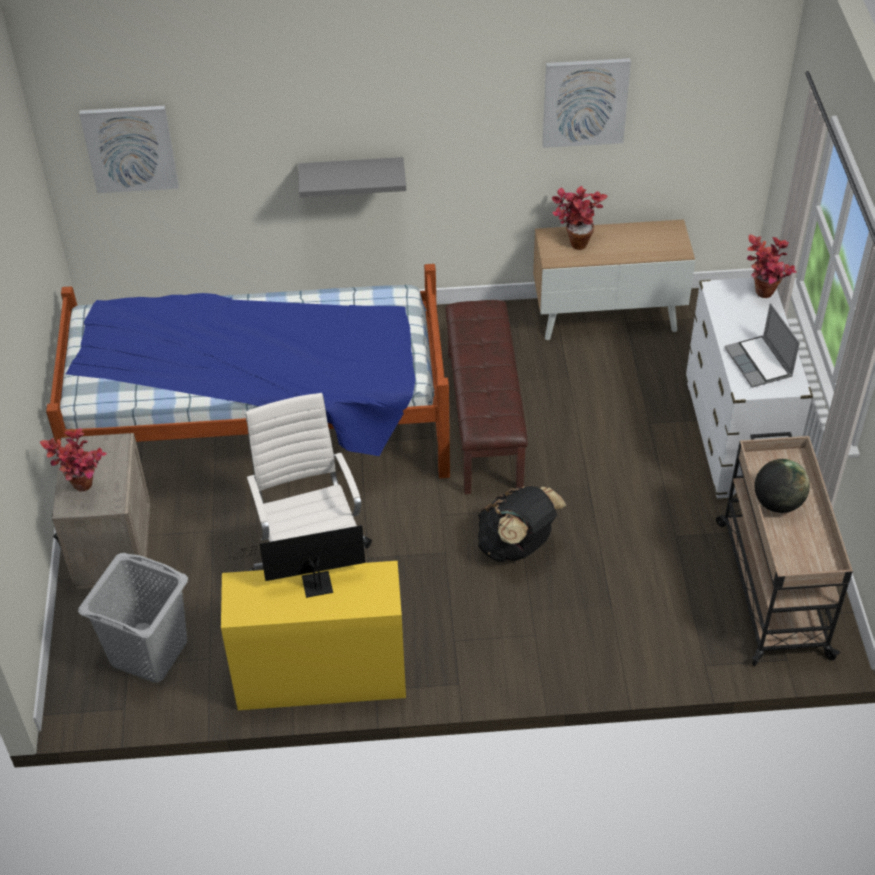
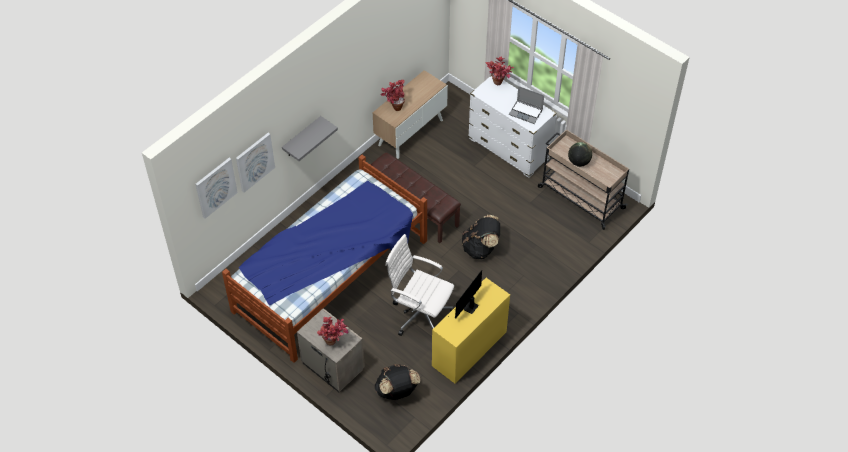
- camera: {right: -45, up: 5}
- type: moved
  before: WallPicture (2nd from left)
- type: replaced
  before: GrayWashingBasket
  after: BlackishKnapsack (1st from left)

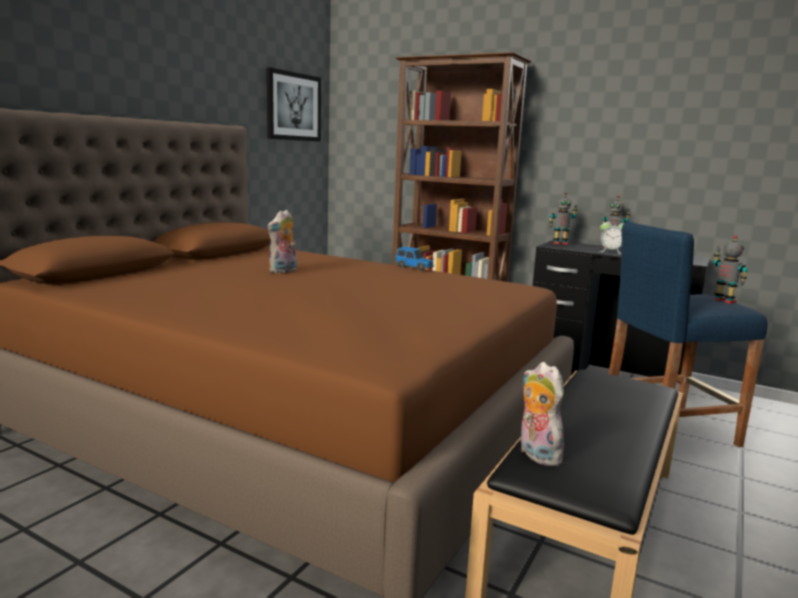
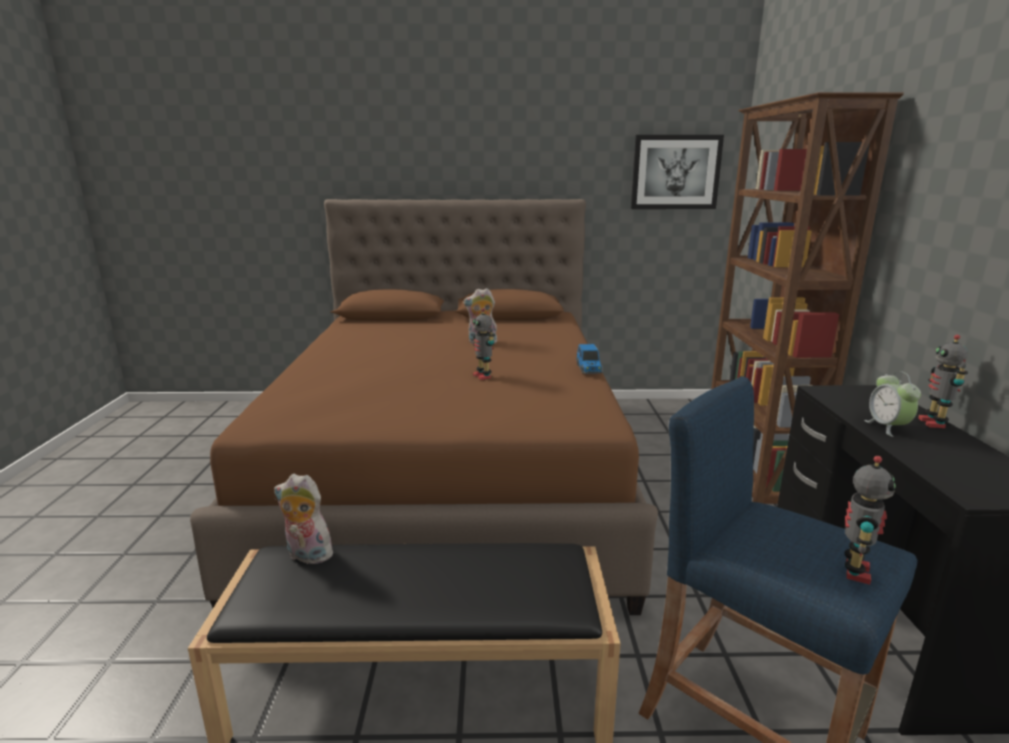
- camera: {right: 60, up: 5}
- type: turned
  before: CuddlyToy (2nd from left in the first image)
  turn: -105
- type: moved
  before: ToyRobot (1st from left)

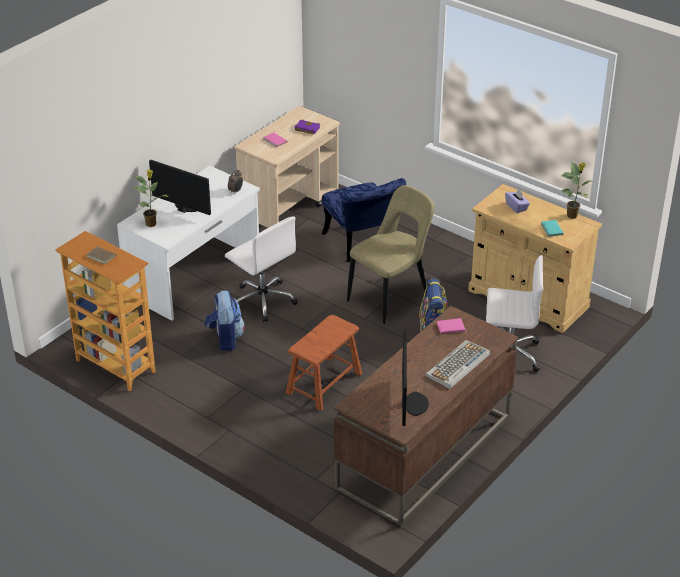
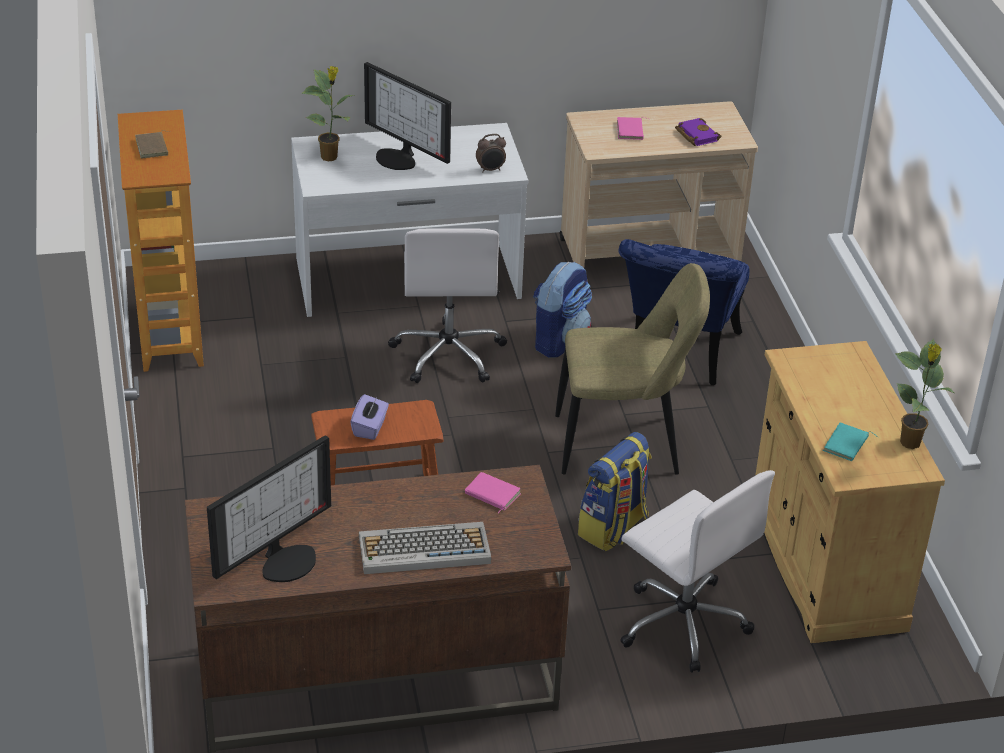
- camera: {right: 40, up: 0}
- type: moved
  before: PurpleBoxOfTissues
- type: turned
  before: ComputerDisplay (1st from left in the first image)
  turn: 150
- type: moved
  before: Knapsack (1st from left)

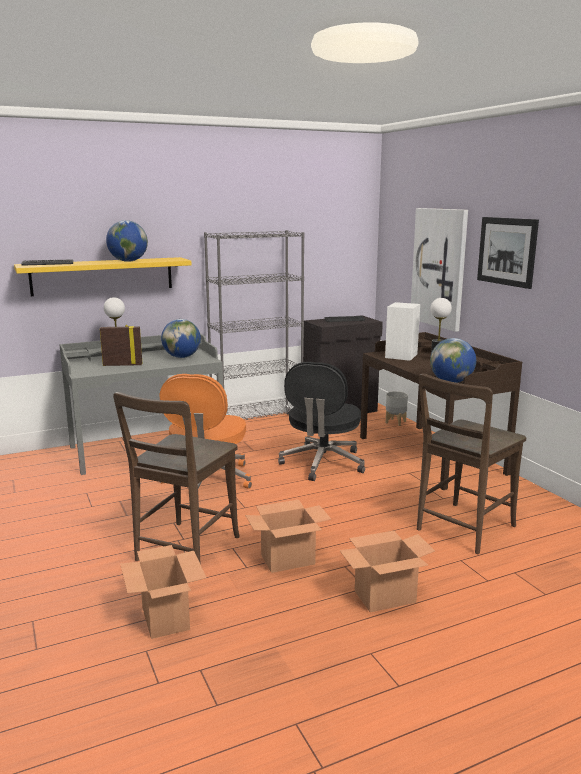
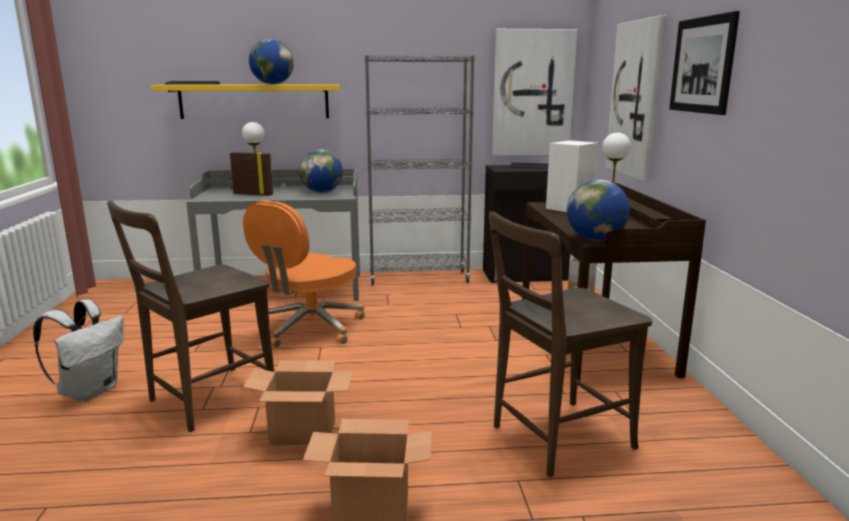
- camera: {right: 20, up: 0}
- type: added
  after: WhiteColouredKnapsack
- type: added
  after: WallPicture (1st from left)
- type: removed
  before: PackingBox (1st from left)
- type: removed
  before: BlackishComputerChair

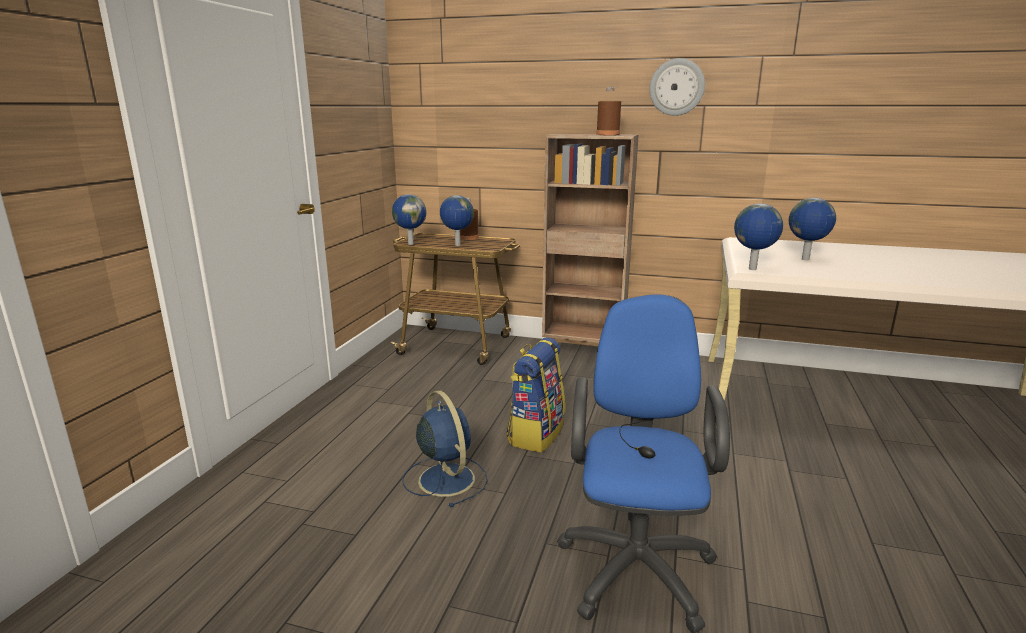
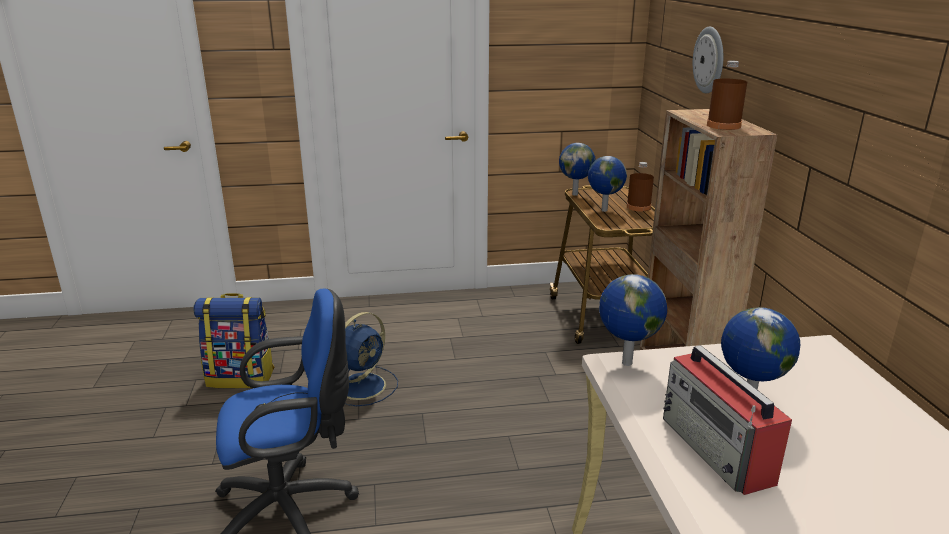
- camera: {right: 65, up: 5}
- type: moved
  before: Knapsack
- type: added
  after: Radio
- type: moved
  before: ClockOnTheWall

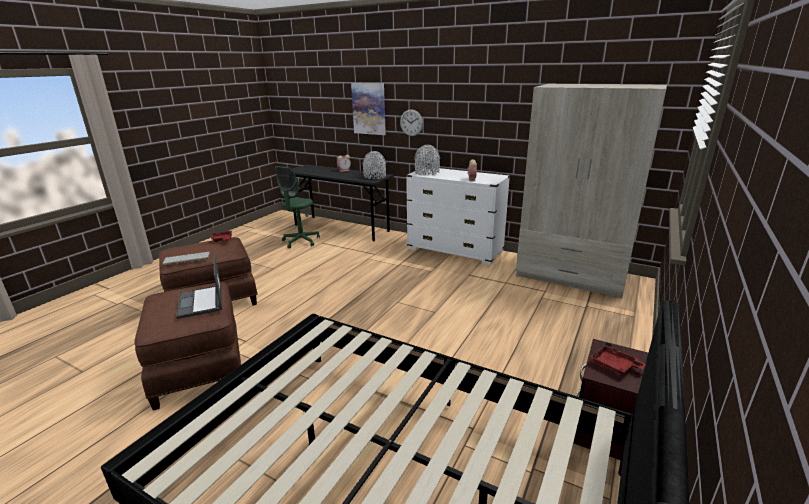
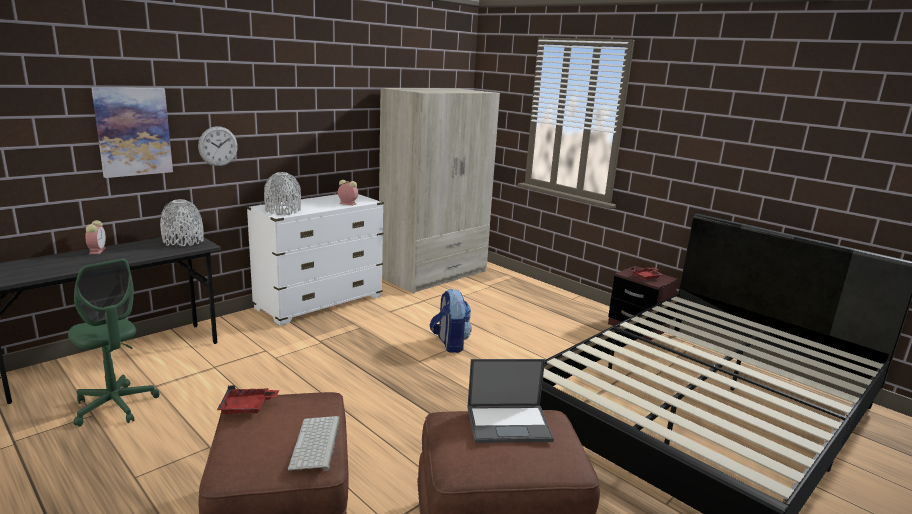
- camera: {right: -75, up: -5}
- type: added
  after: Knapsack

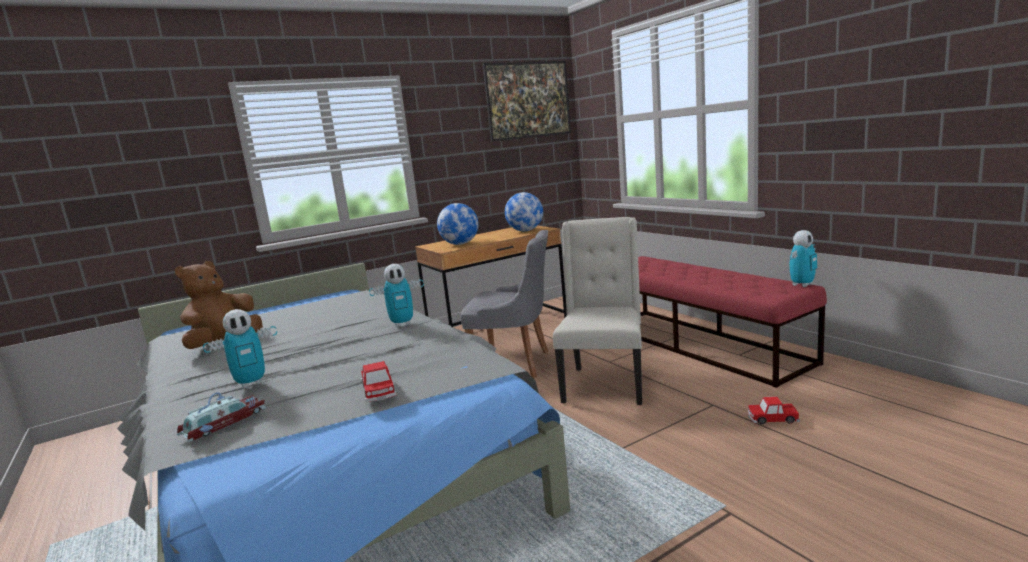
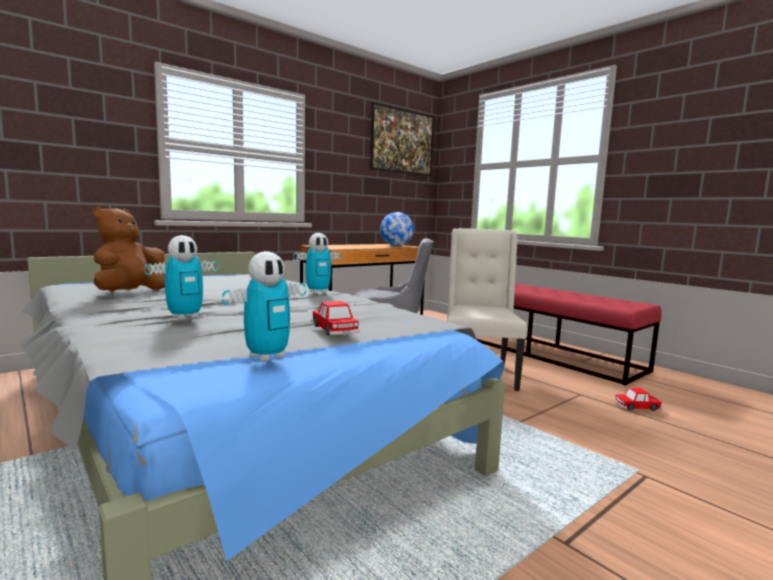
- camera: {right: -10, up: -5}
- type: moved
  before: ToyRobot (3rd from left in the first image)
  after: ToyRobot (2nd from left)
- type: removed
  before: ToyCar (1st from left)
- type: removed
  before: Globe (1st from left)

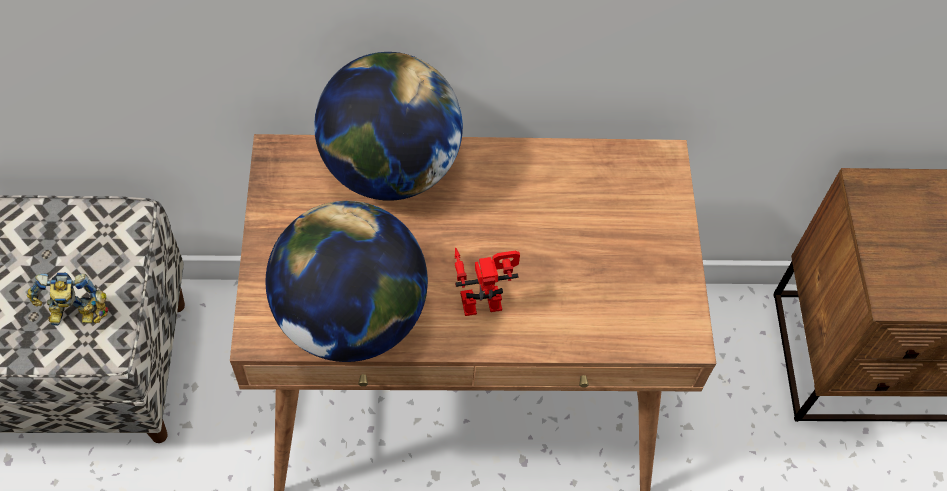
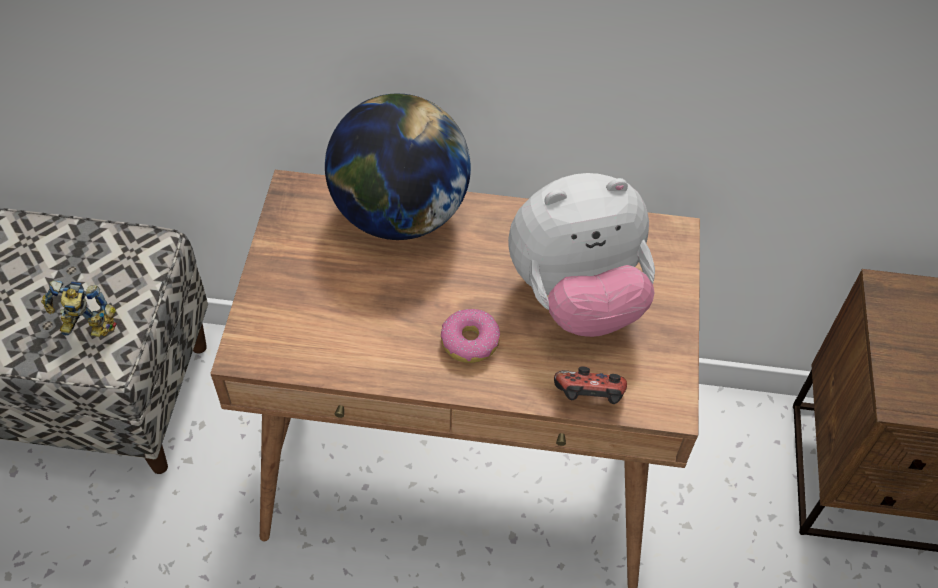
- camera: {right: 10, up: -5}
- type: replaced
  before: ToyRobot (2nd from left)
  after: RingDoughnut
- type: added
  after: CuddlyToy
- type: added
  after: GameController
- type: removed
  before: Globe (1st from left)

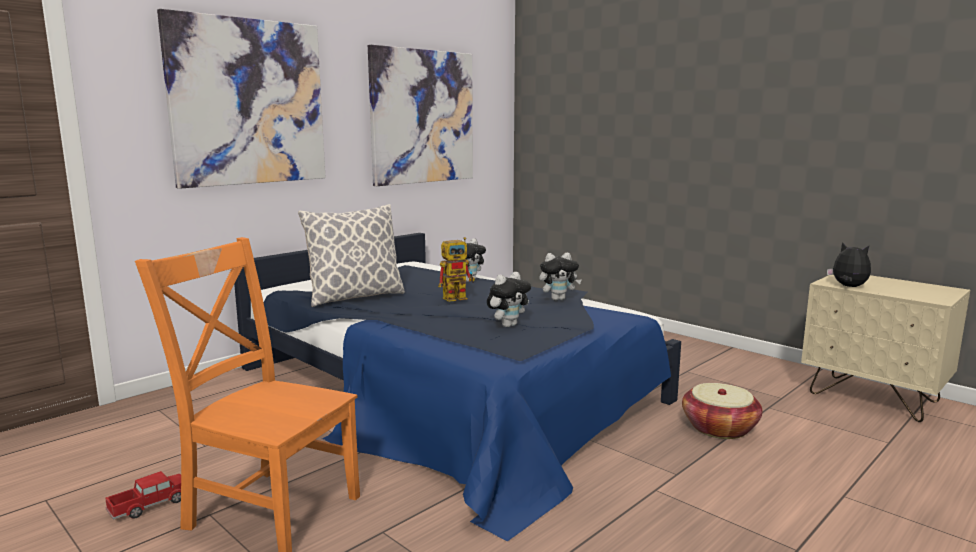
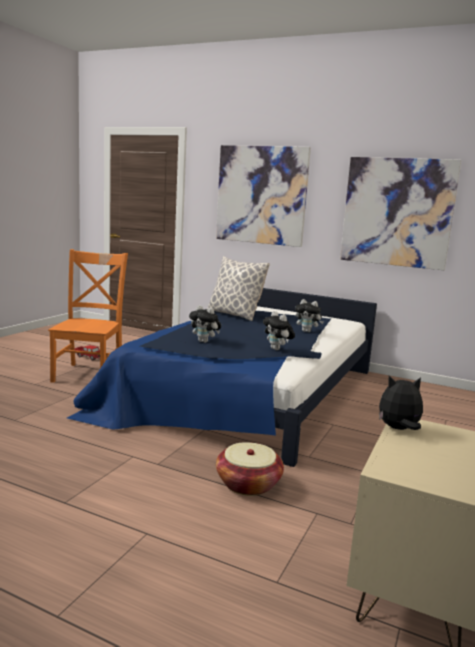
- camera: {right: 70, up: 0}
- type: turned
  before: CuddlyToy (4th from left)
  turn: -120
- type: removed
  before: ToyRobot

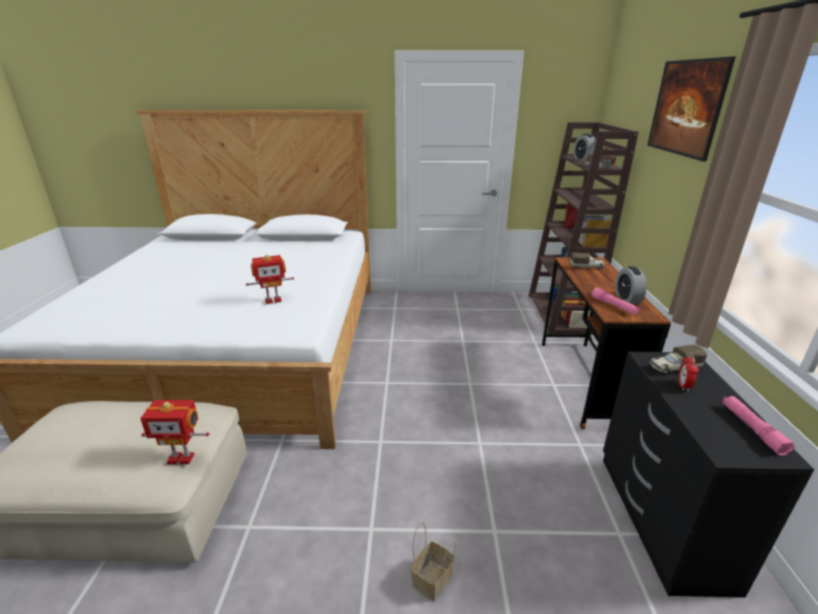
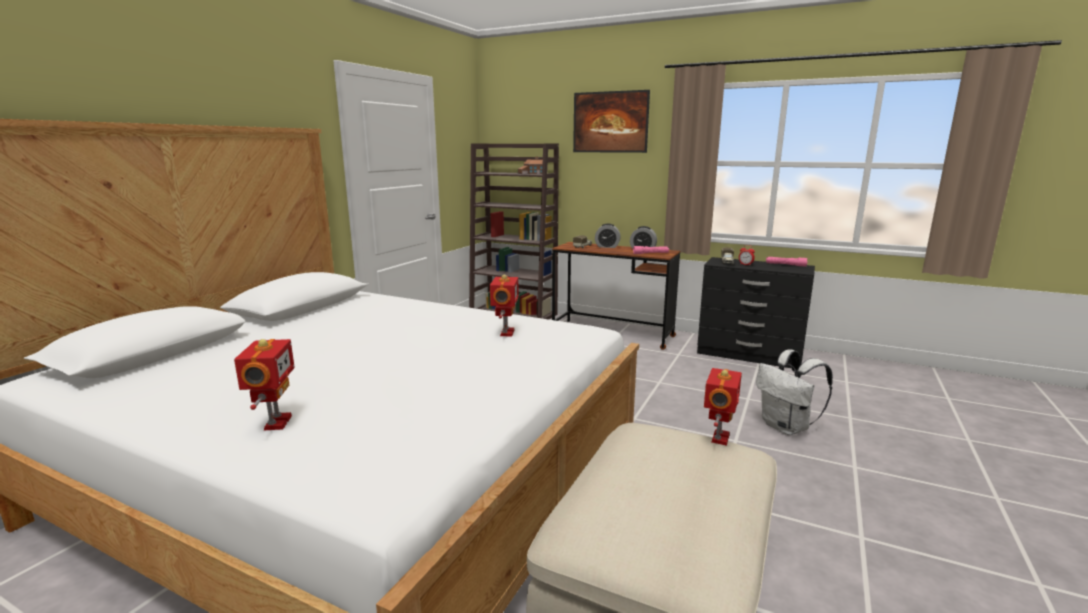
- camera: {right: -65, up: -10}
- type: added
  after: ToyRobot (1st from left)
- type: moved
  before: BedsideClock (1st from left)
- type: replaced
  before: HouseholdBasket
  after: WhiteColouredKnapsack

